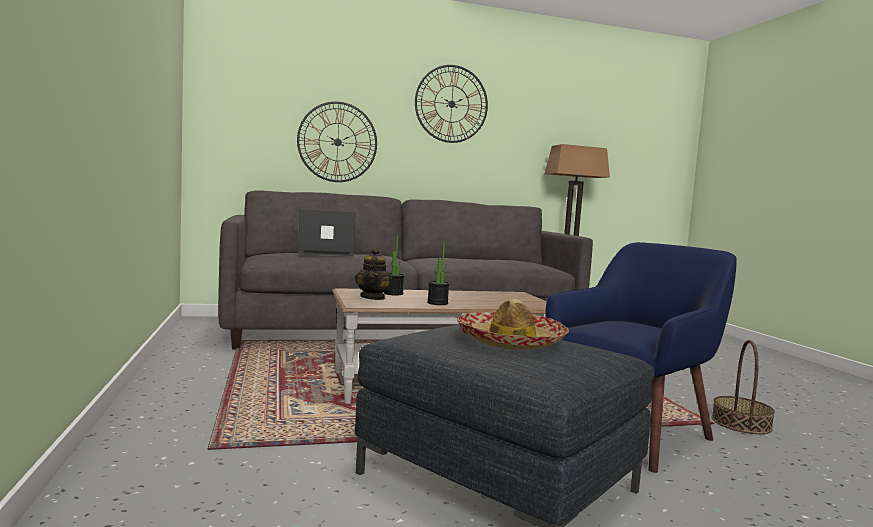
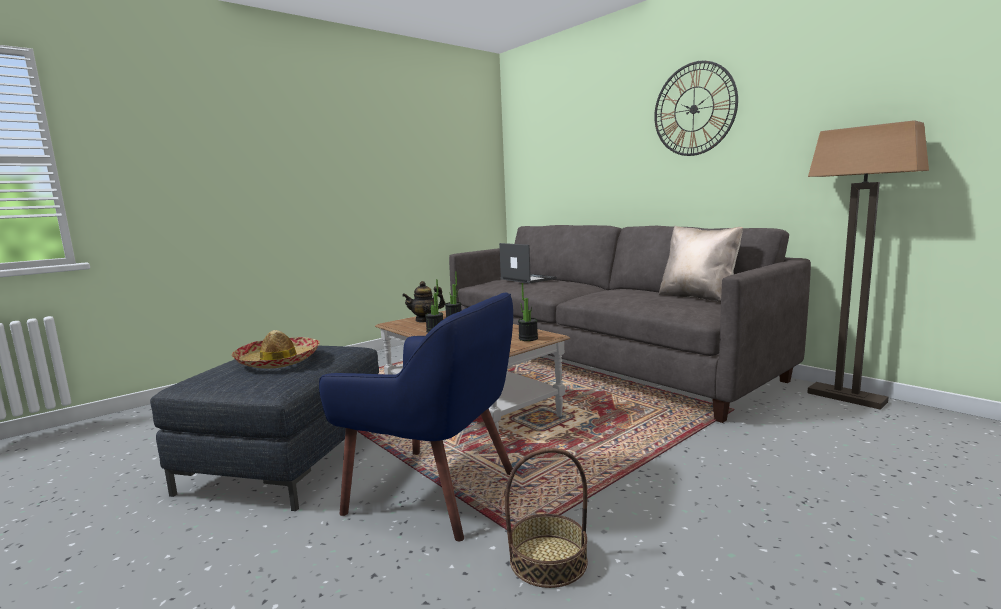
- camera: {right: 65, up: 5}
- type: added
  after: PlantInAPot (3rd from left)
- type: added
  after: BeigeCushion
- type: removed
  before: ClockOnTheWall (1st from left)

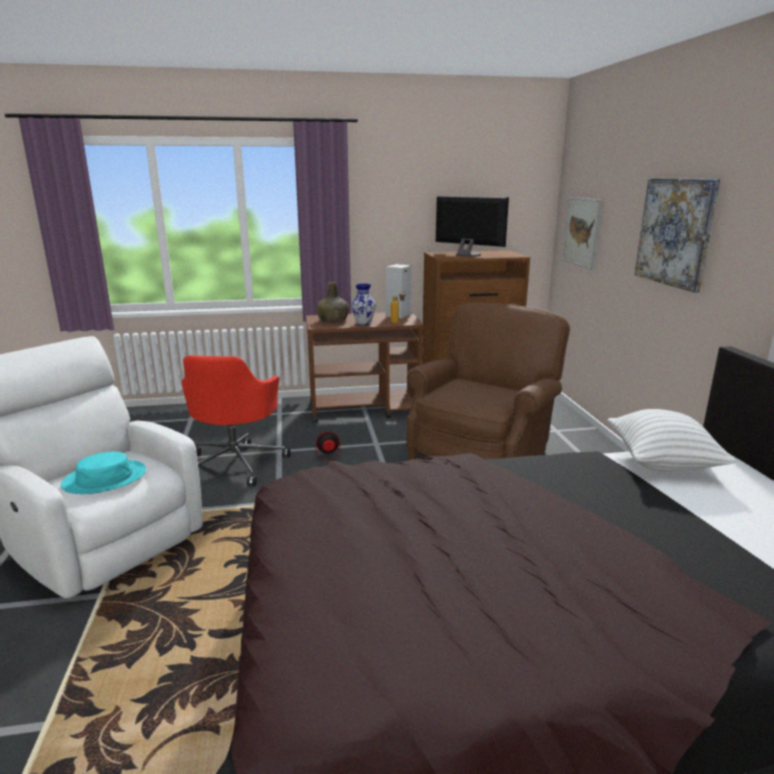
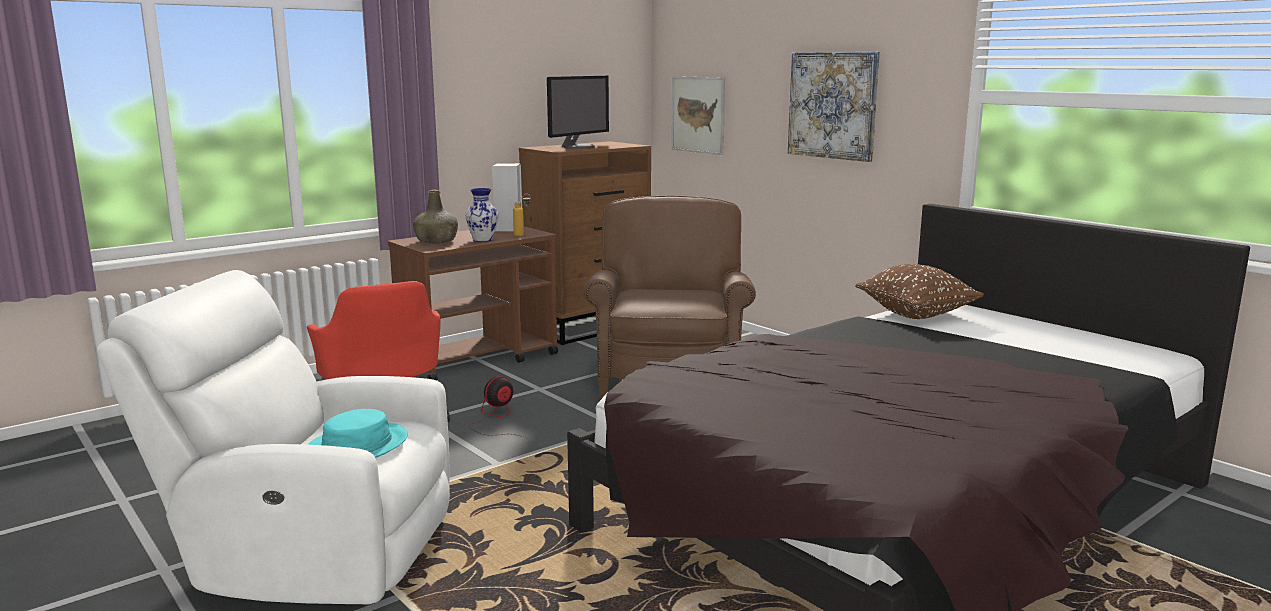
- camera: {right: -30, up: -5}
- type: turned
  before: ComputerDisplay
  turn: 120
- type: recoloured
  before: WhiteColouredCushion
  after: BrownColouredCushion

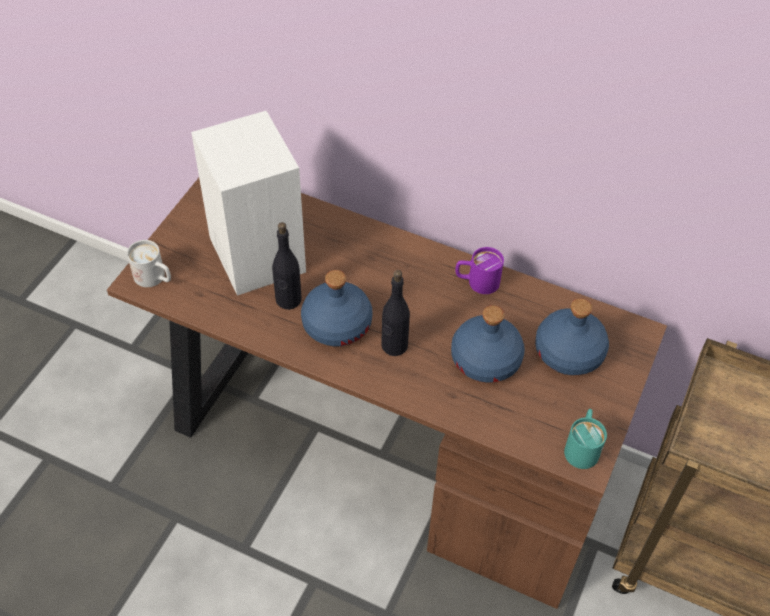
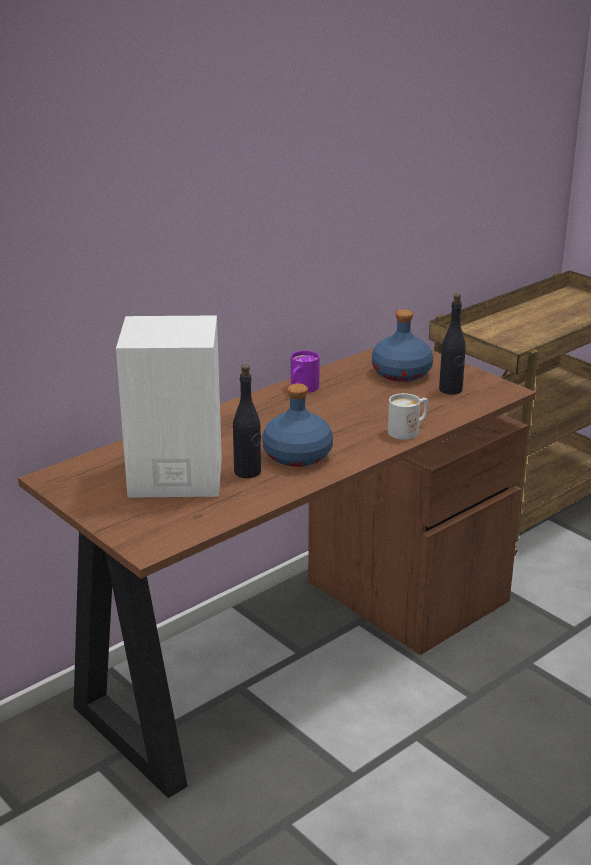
- camera: {right: -65, up: -25}
- type: moved
  before: WhiteColouredCoffeeMug
- type: moved
  before: BlackishDrinkBottle (2nd from left)
- type: removed
  before: BluishDrinkBottle (2nd from left)
- type: removed
  before: TurquoiseCoffeeMug

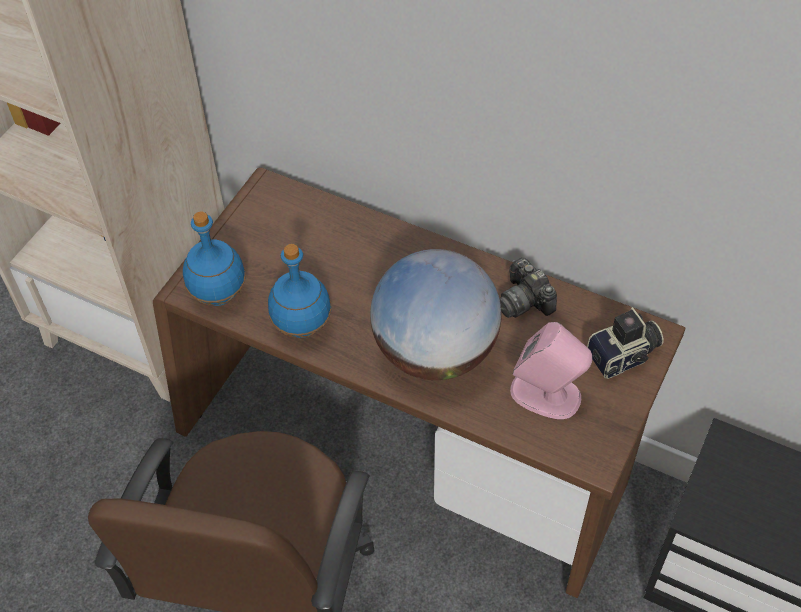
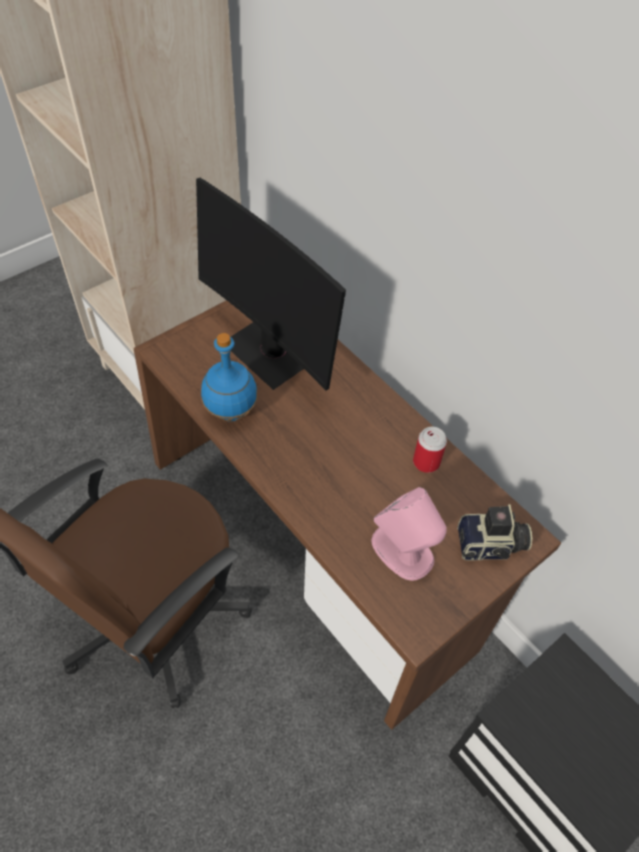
- camera: {right: 20, up: 0}
- type: added
  after: ComputerDisplay
- type: replaced
  before: StillCamera (1st from left)
  after: Can
- type: removed
  before: BluishDrinkBottle (1st from left)
- type: removed
  before: Globe

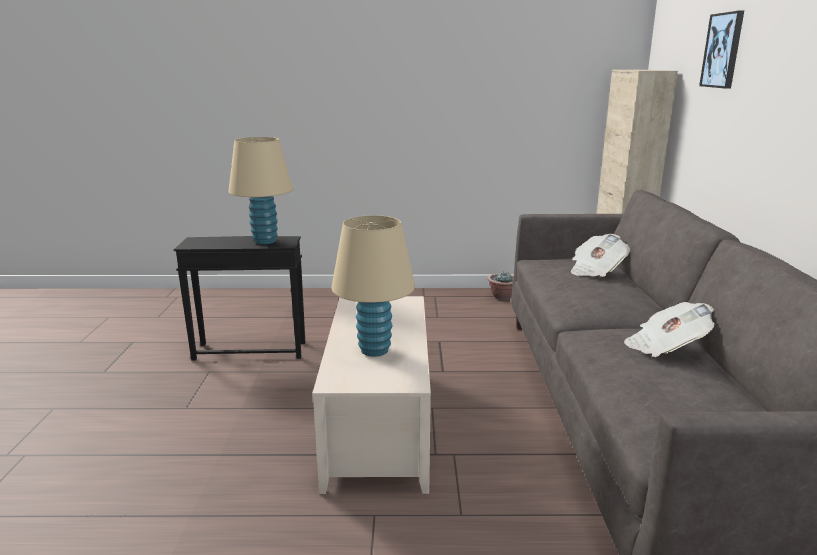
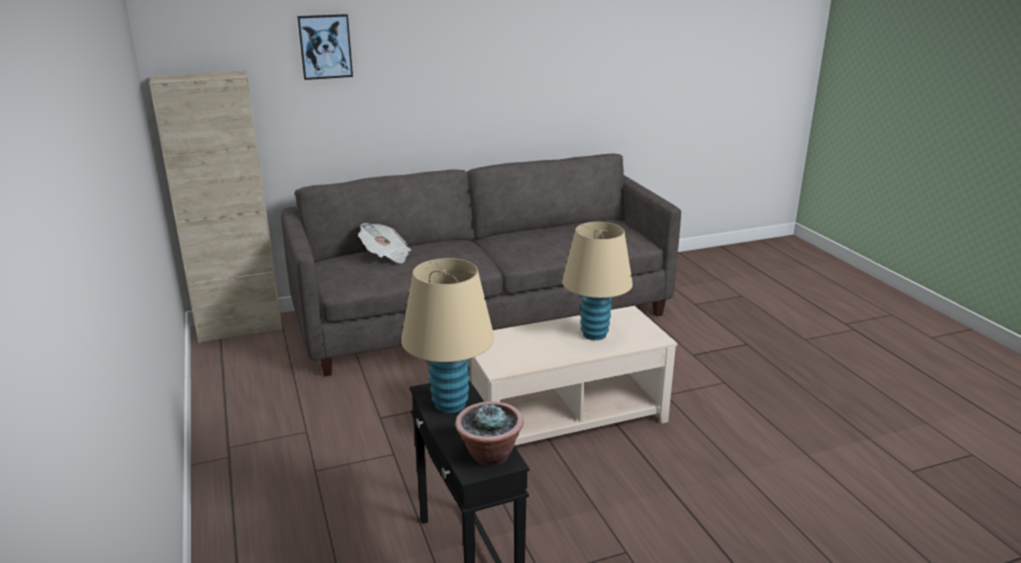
- camera: {right: -110, up: 5}
- type: moved
  before: PlantInAPot
- type: removed
  before: Newspaper (2nd from left)

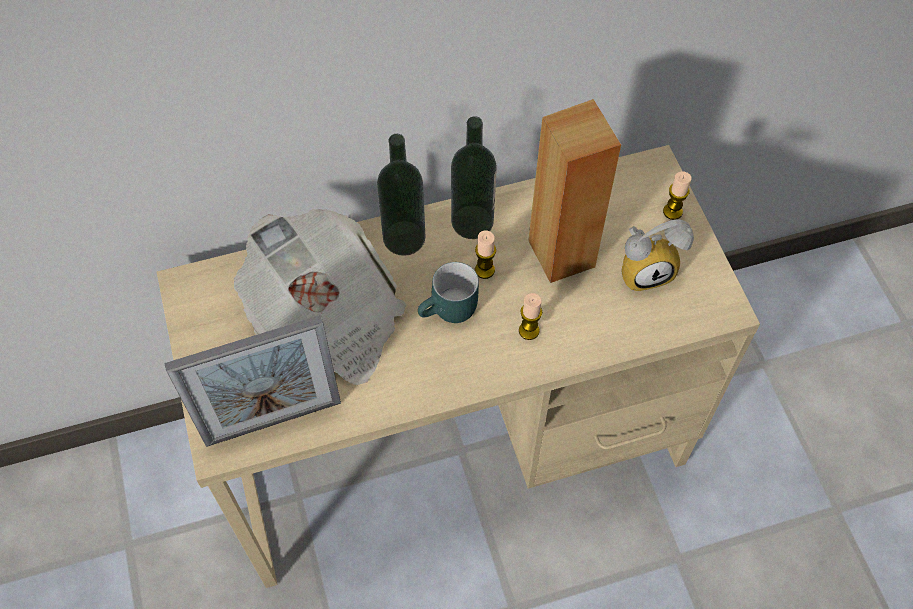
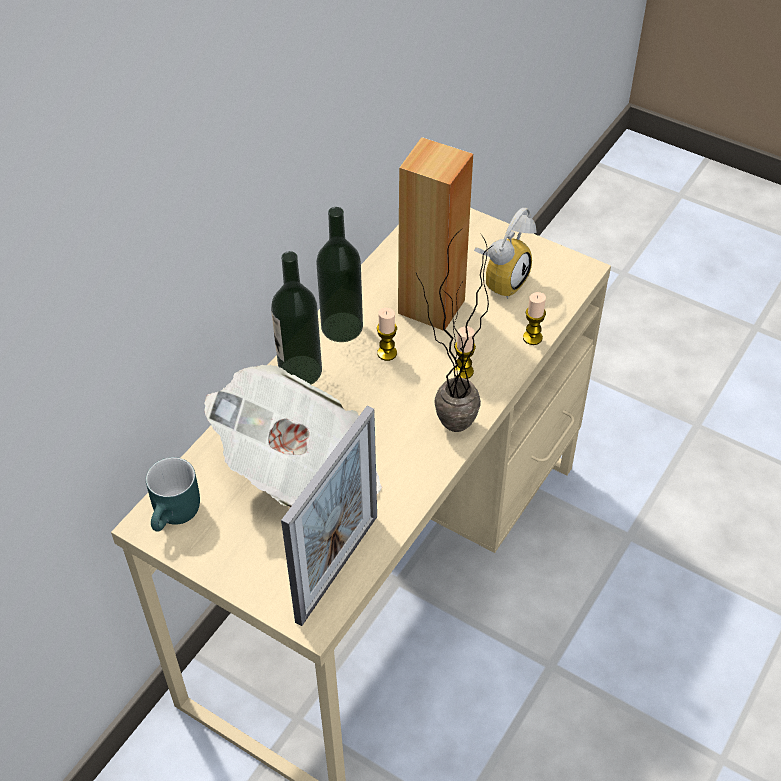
- camera: {right: -40, up: -10}
- type: moved
  before: TurquoiseCoffeeMug
- type: added
  after: PlantInAPot
- type: moved
  before: WaxCandle (3rd from left)

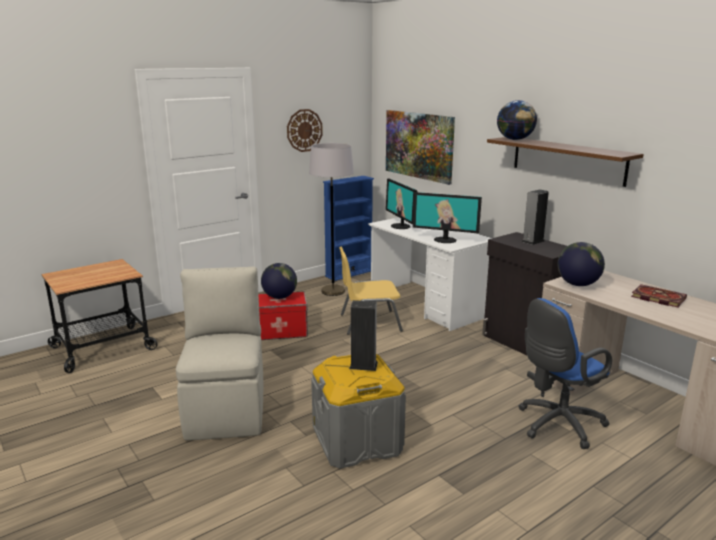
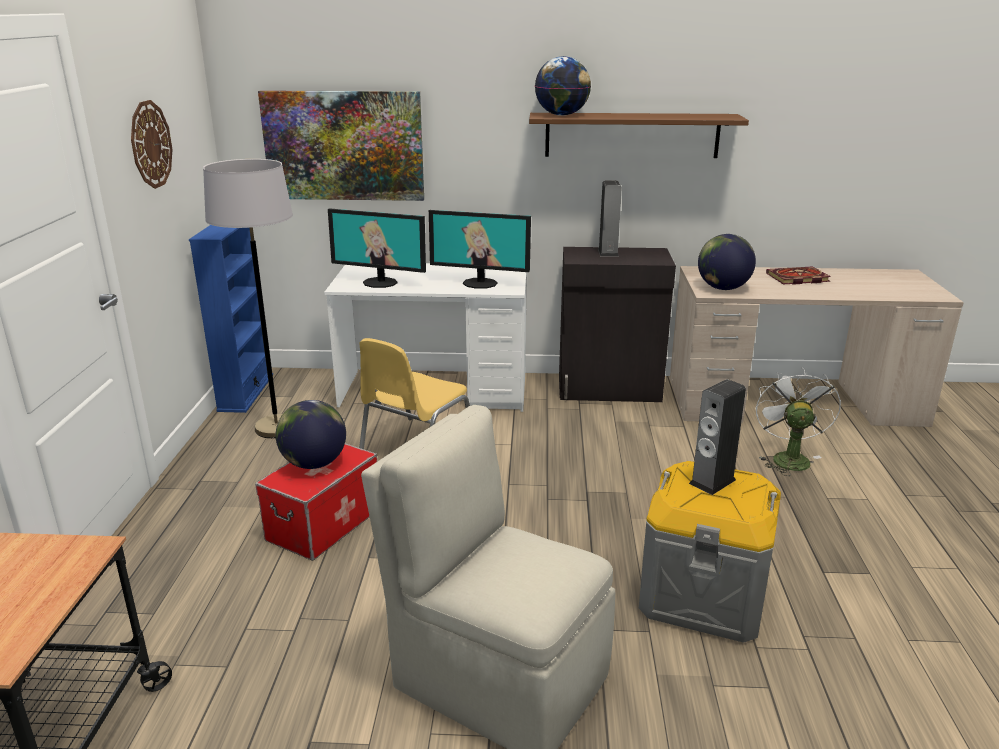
- camera: {right: -50, up: 5}
- type: turned
  before: ComputerDisplay (2nd from left)
  turn: 45
- type: replaced
  before: BluishComputerChair
  after: WhiteColouredCoolingFan

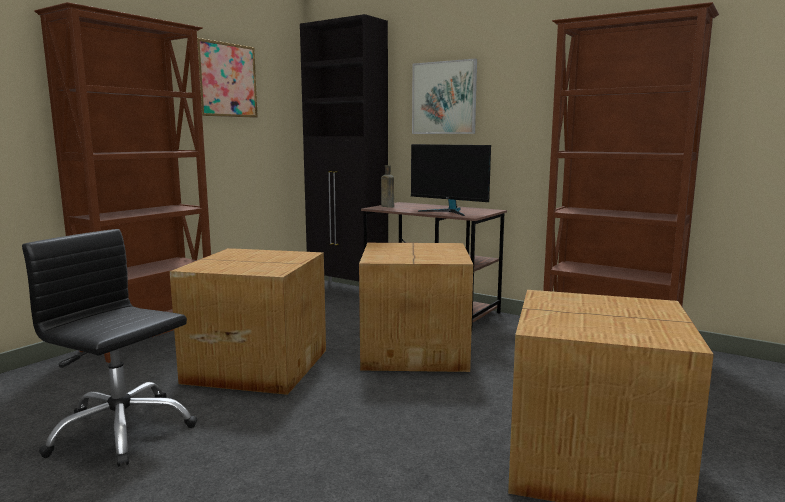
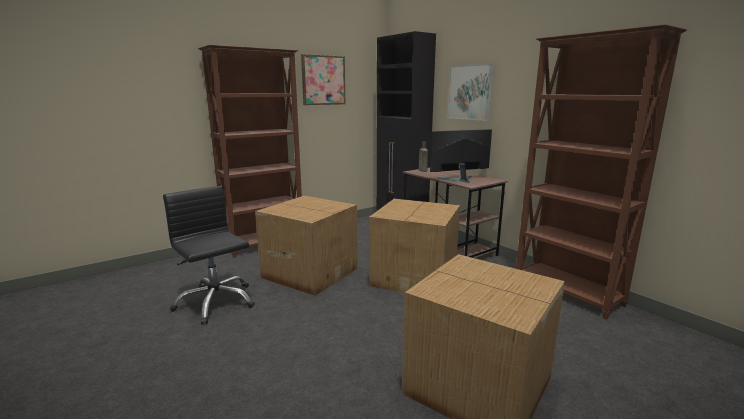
- camera: {right: 20, up: 5}
- type: turned
  before: ComputerDisplay
  turn: 105

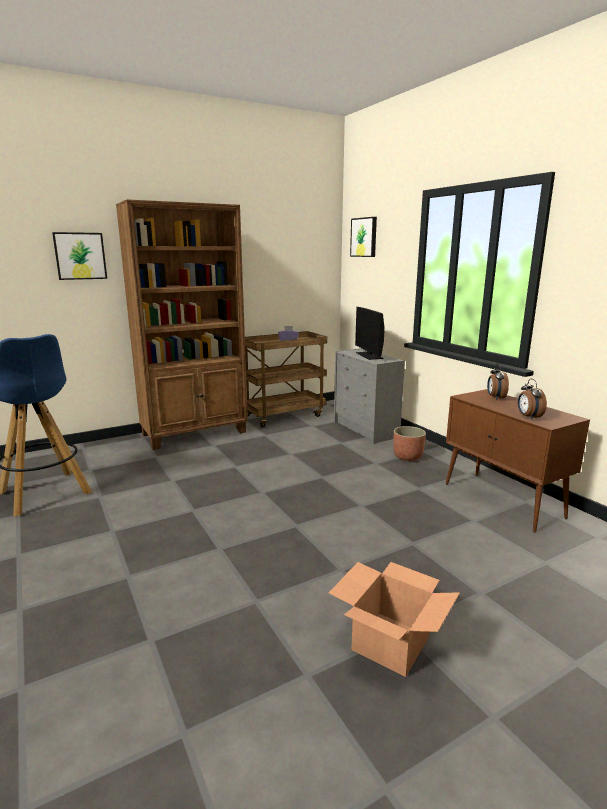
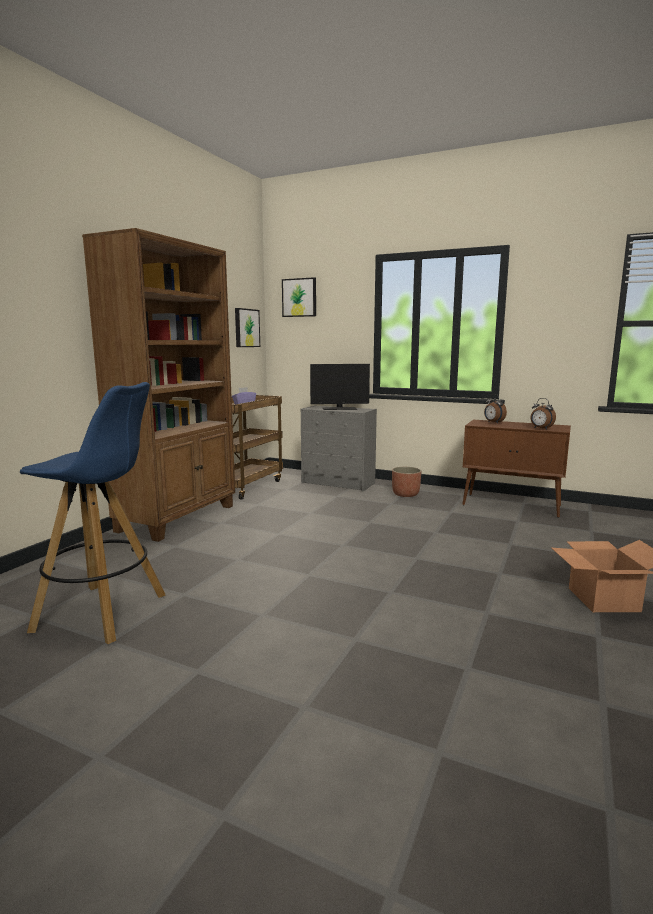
- camera: {right: -35, up: -5}
- type: moved
  before: WallPicture (1st from left)
- type: turned
  before: ComputerDisplay
  turn: -45

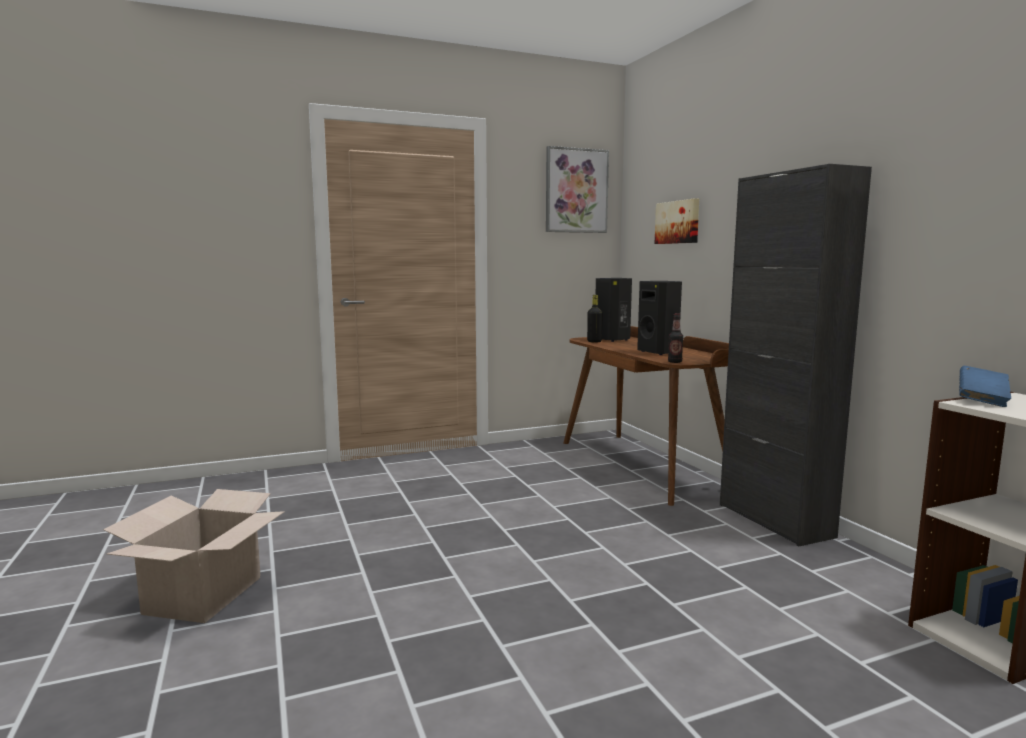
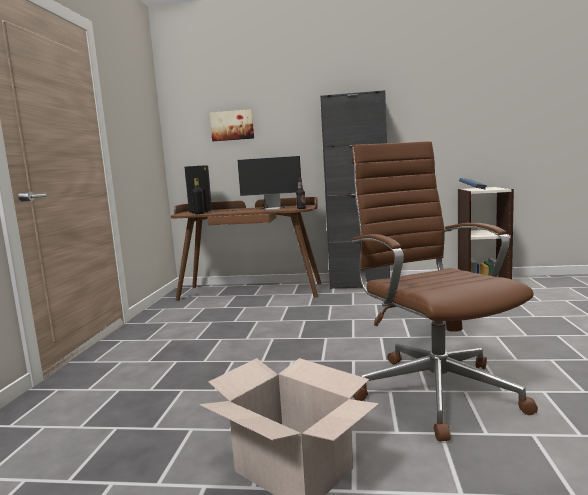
- camera: {right: -60, up: 0}
- type: replaced
  before: BlackishAudioSpeaker (2nd from left)
  after: ComputerDisplay
- type: added
  after: BrownColouredComputerChair
- type: removed
  before: WallPicture (1st from left)

